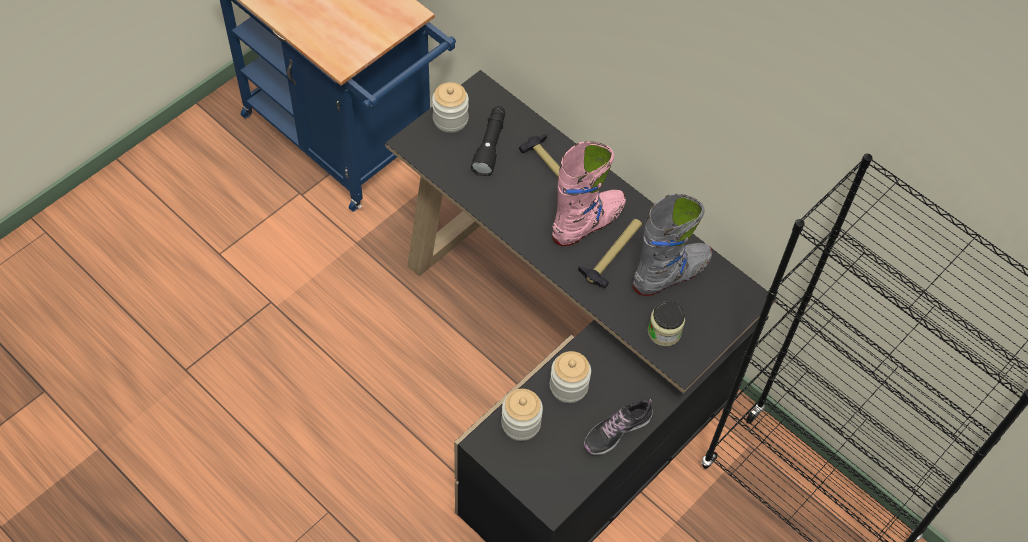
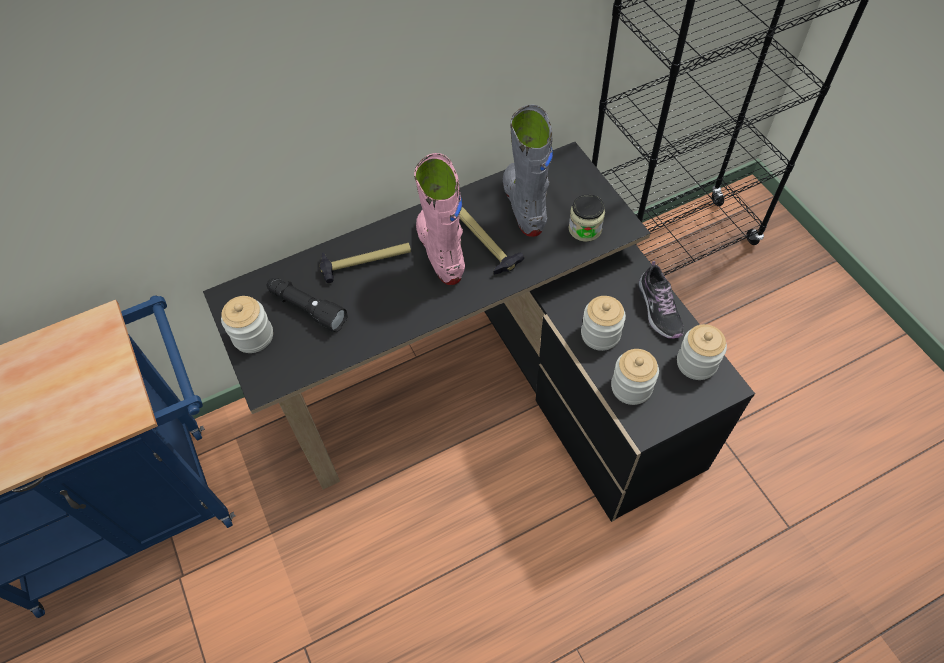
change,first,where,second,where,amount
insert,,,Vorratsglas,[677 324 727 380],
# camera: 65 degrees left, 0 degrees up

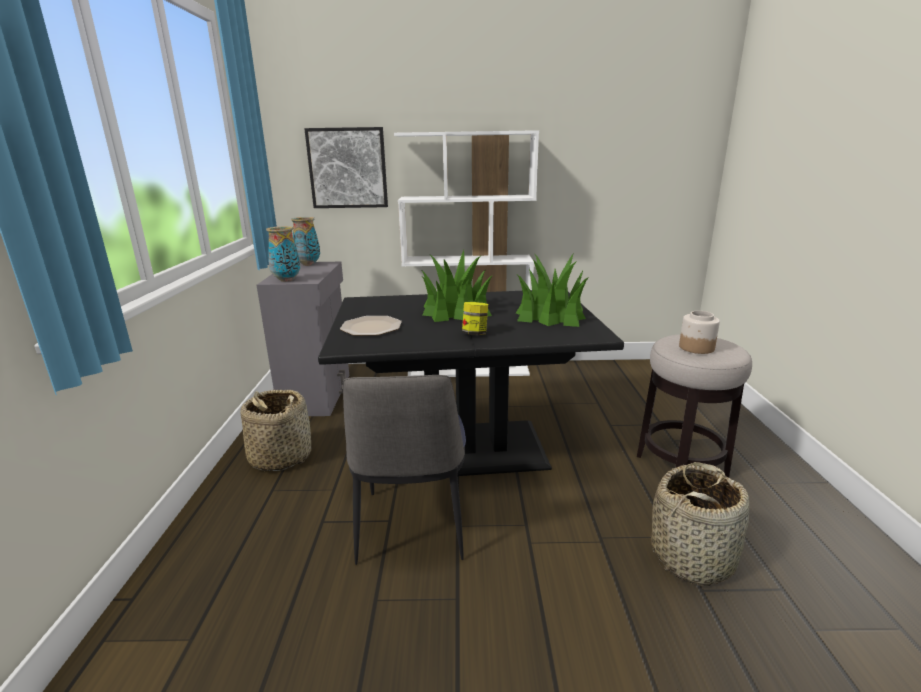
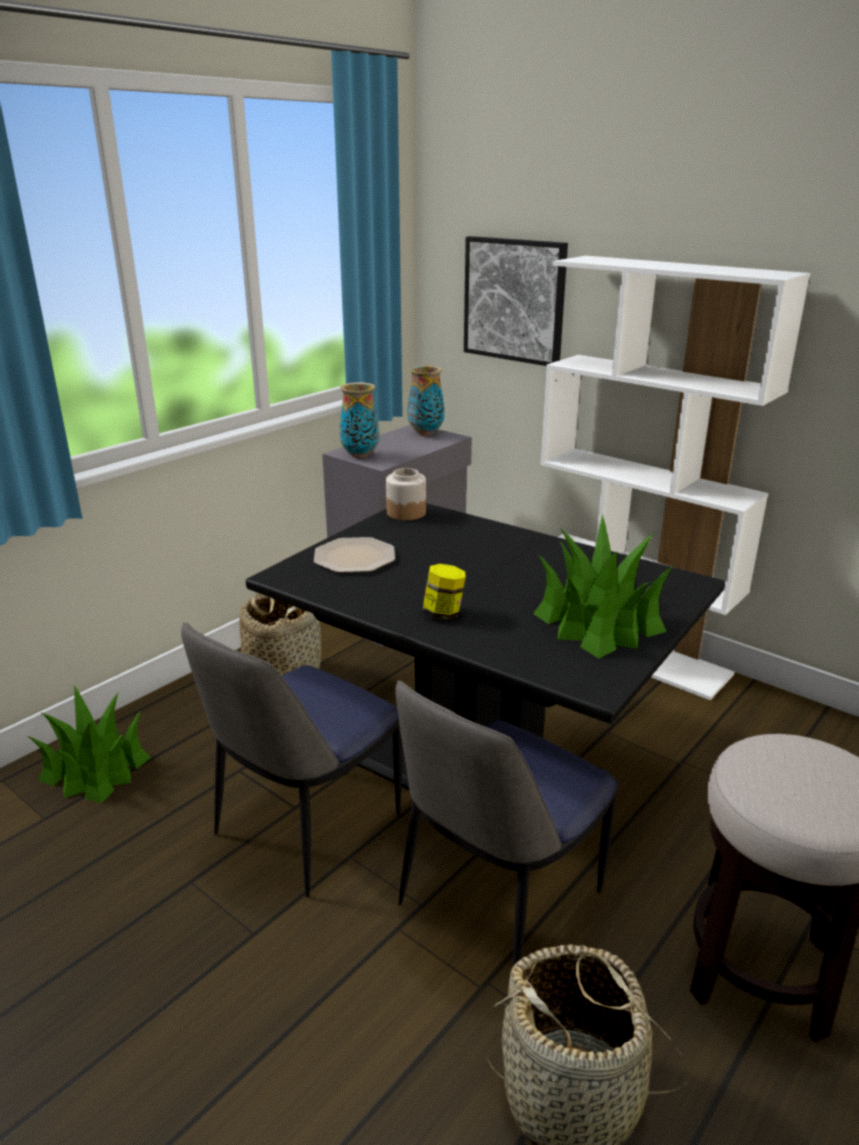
change,first,where,second,where,amount
move,Topfpflanze,[421 250 493 322],,[27 685 151 803],
move,Vorratsglas,[679 311 720 354],,[386 468 426 520],
insert,,,Stuhl,[395 680 618 966],
# camera: 40 degrees right, 5 degrees up

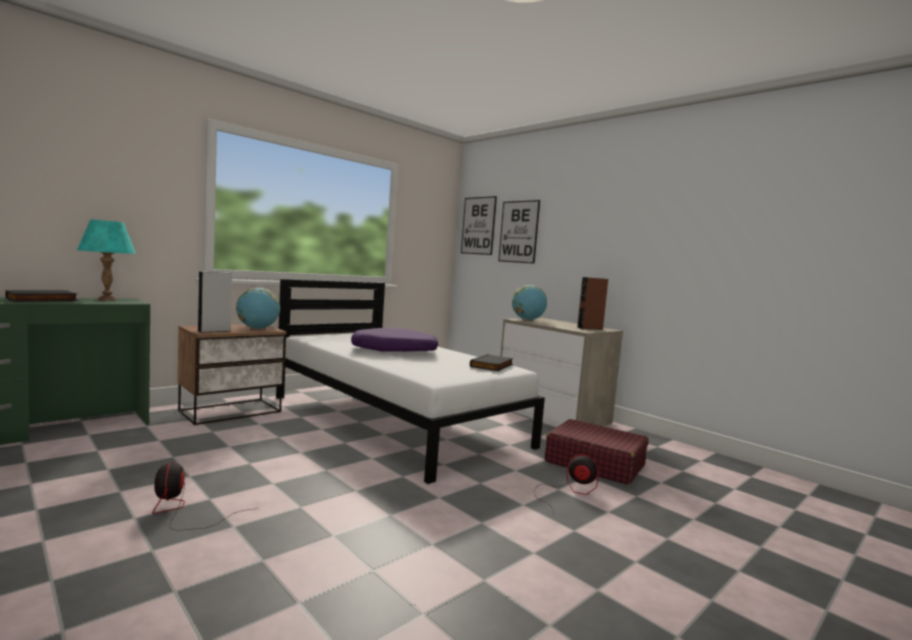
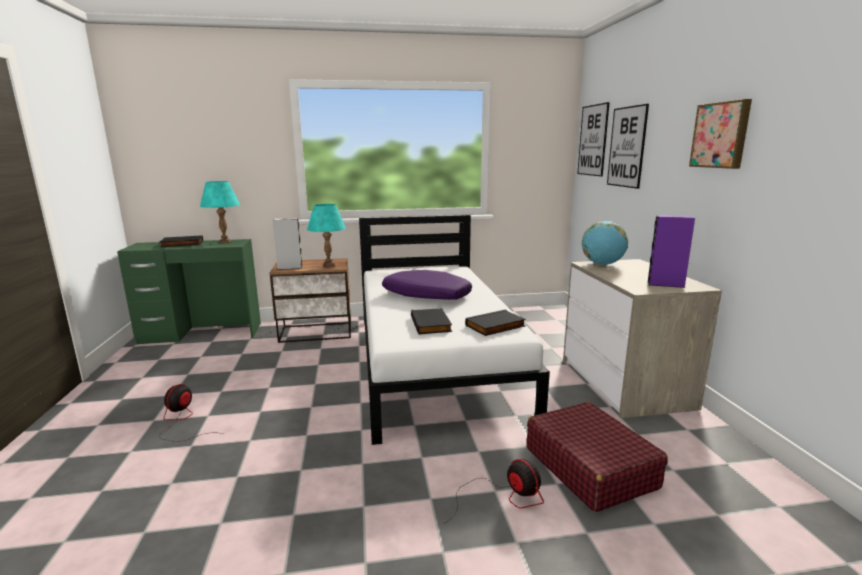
change,first,where,second,where,amount
replace,Globus,[236 288 280 329],Tischlampe/türkis,[307 204 346 267],
recolor,Lautsprecher/braun,[577 277 608 330],Lautsprecher/lila,[647 215 695 288],
insert,,,Buch/schwarz,[411 308 452 335],
insert,,,Bild,[689 99 752 169],
# camera: 35 degrees right, 10 degrees up

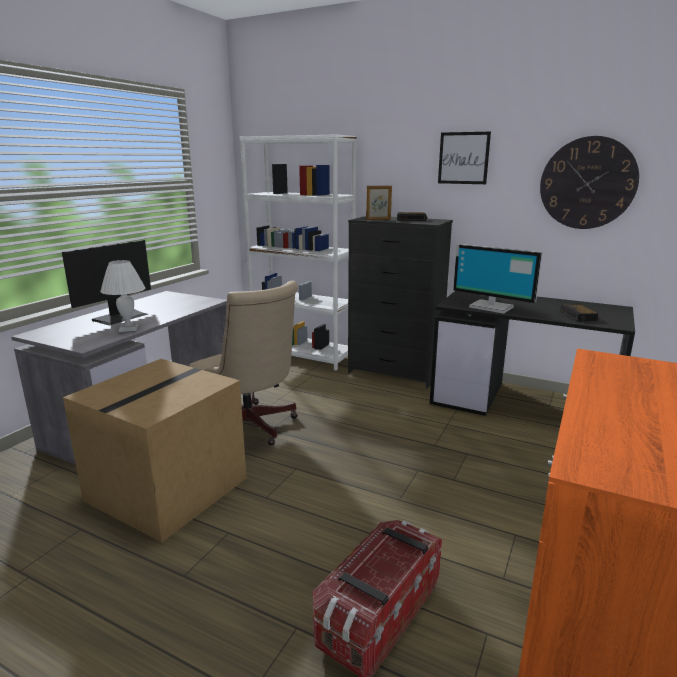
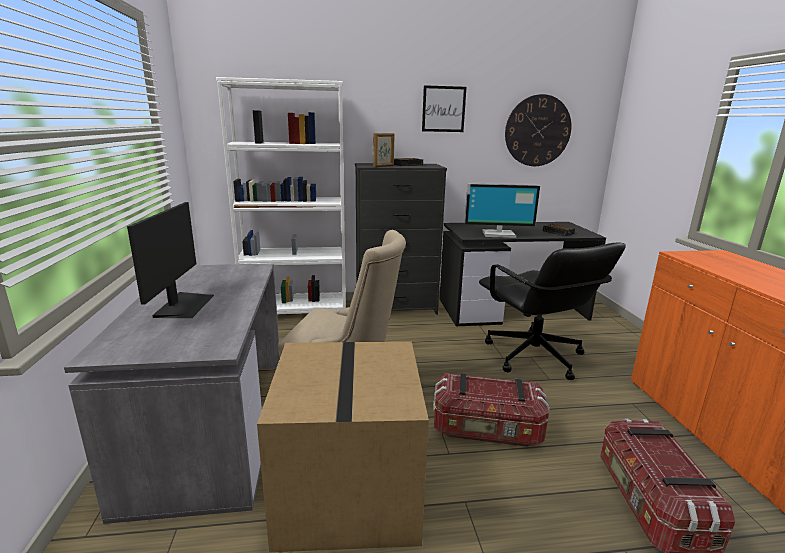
change,first,where,second,where,amount
delete,Tischlampe/weiß,[100 260 145 332],,,
insert,,,Aufbewahrungsbox,[433 373 550 447],
insert,,,Bürostuhl/schwarz,[479 242 626 380],
# camera: 35 degrees left, 0 degrees up

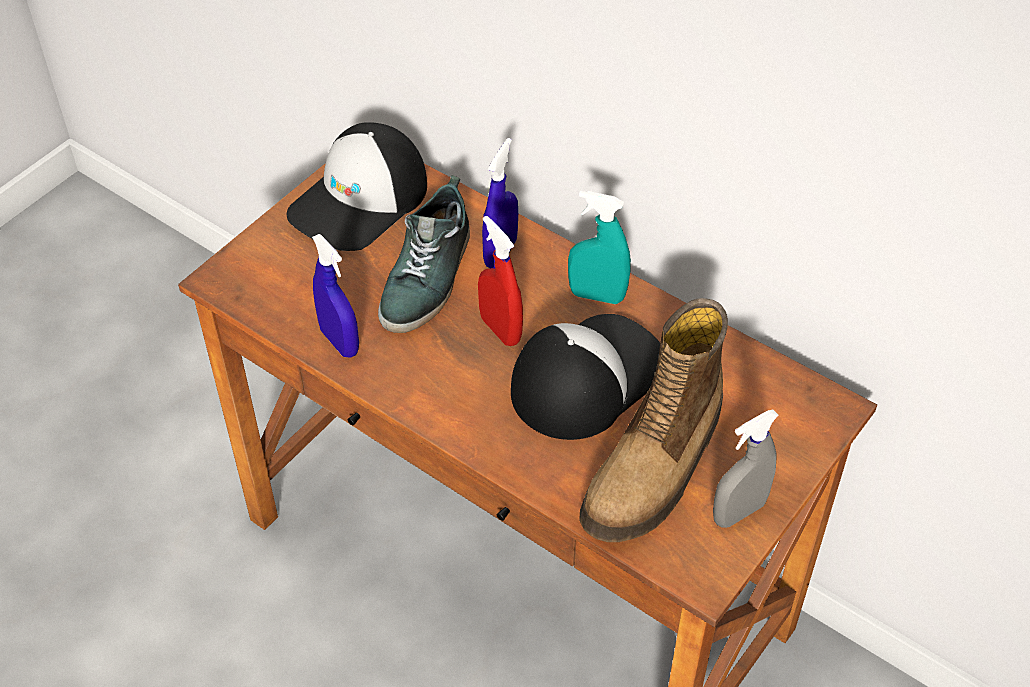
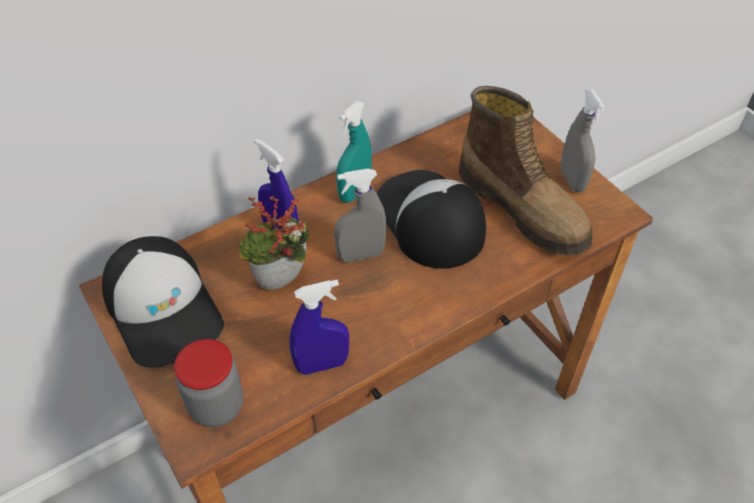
change,first,where,second,where,amount
replace,Schuh,[378 175 470 333],Topfpflanze,[239 196 309 290],
recolor,Sprühflasche/rot,[478 216 523 346],Sprühflasche/grau,[334 168 387 262],
insert,,,Vorratsglas,[174 339 244 427],
# camera: 70 degrees left, 0 degrees up

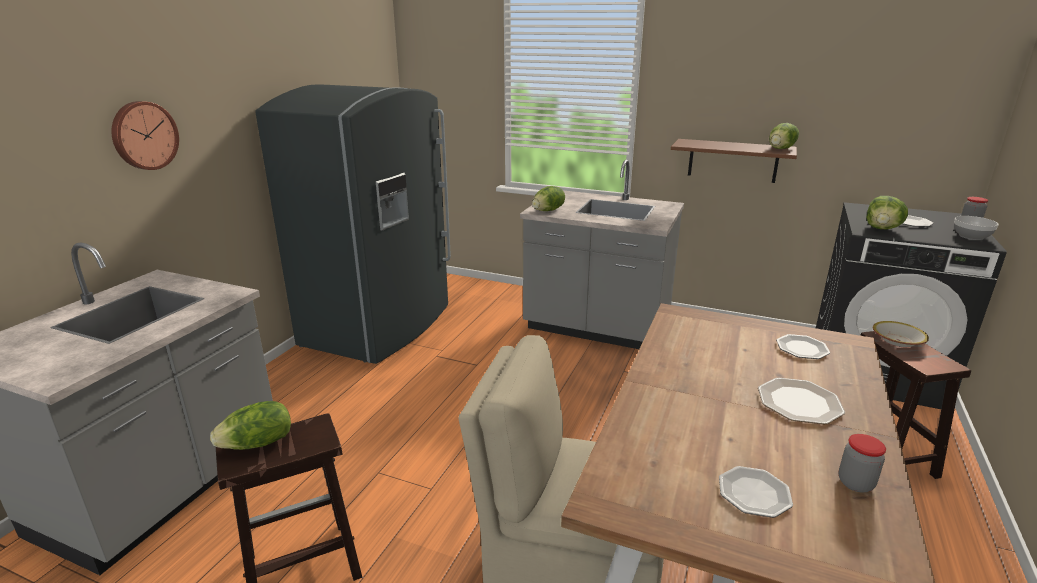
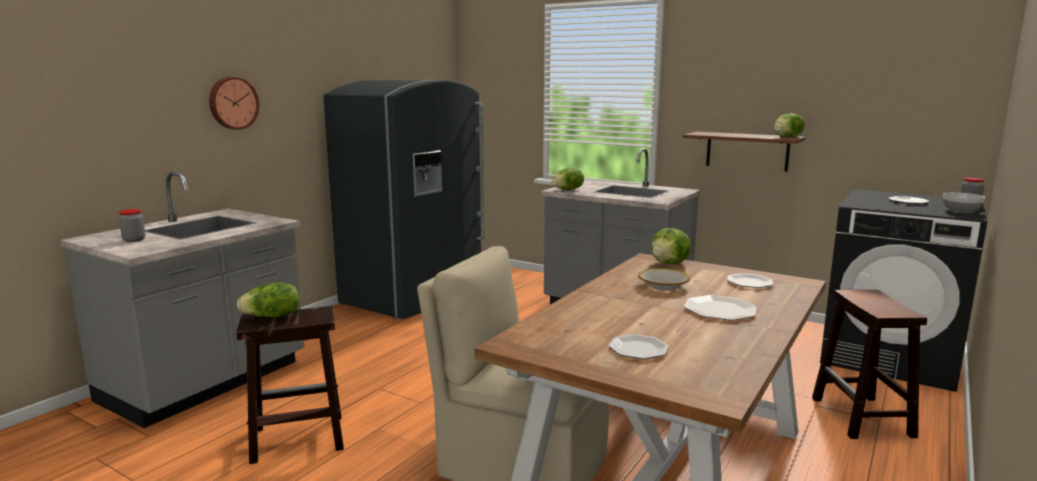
change,first,where,second,where,amount
move,Vorratsglas,[839 434 886 493],,[119 209 146 242],
move,Salatkopf,[866 196 908 229],,[651 228 691 264],
move,Schüssel,[873 321 929 347],,[638 269 690 291],
# camera: 10 degrees right, 10 degrees down

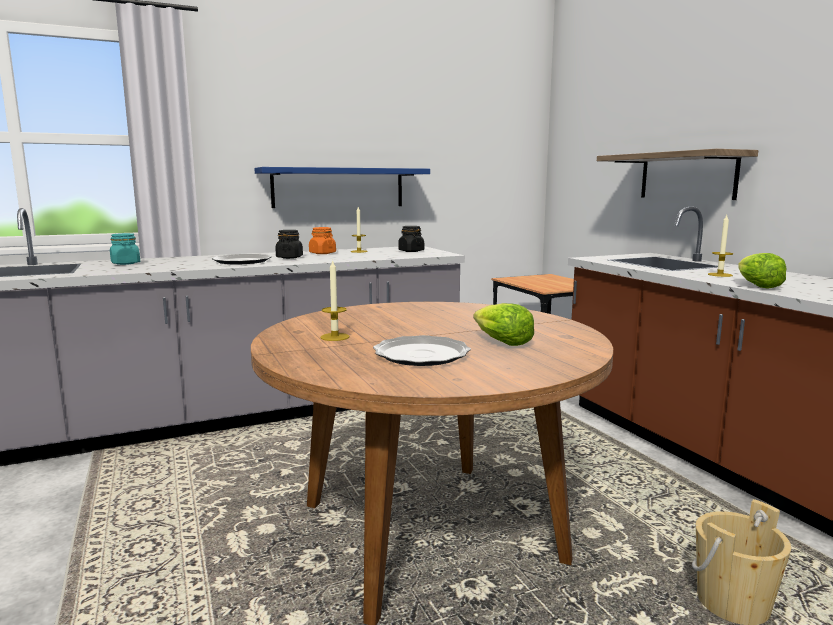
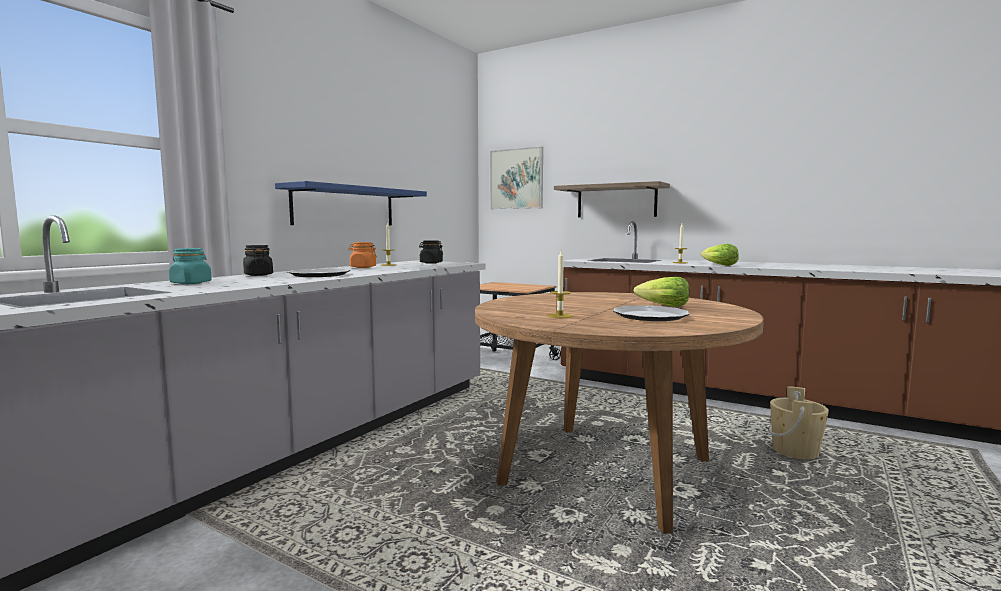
change,first,where,second,where,amount
move,Vorratsglas/schwarz,[276 230 303 259],,[243 245 273 276],
insert,,,Bild,[490 146 543 209],
# camera: 35 degrees left, 5 degrees down

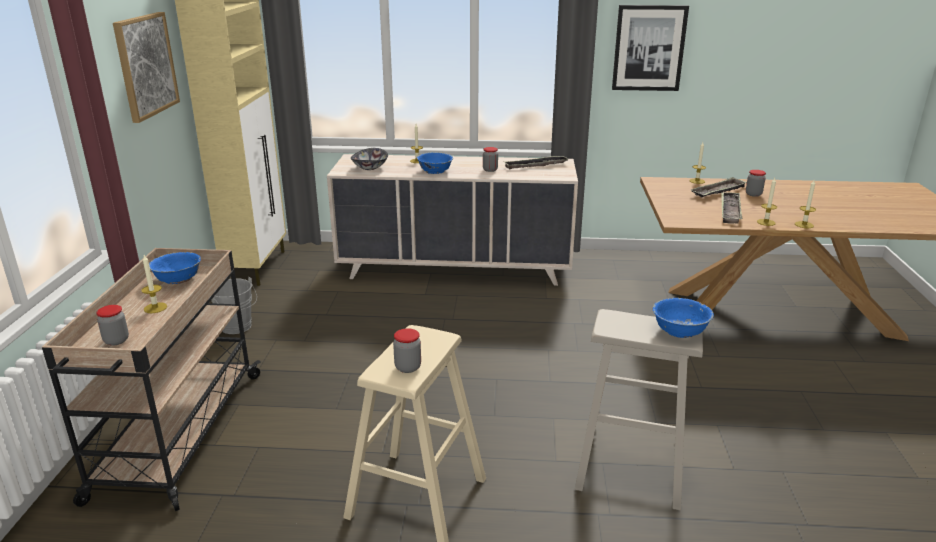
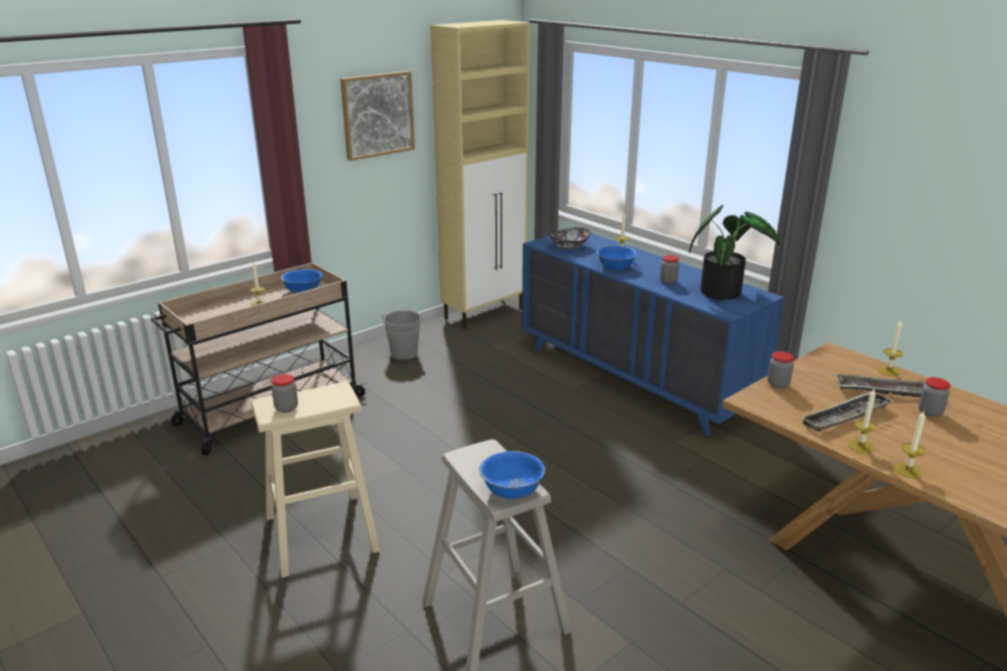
change,first,where,second,where,amount
move,Vorratsglas,[96 305 129 346],,[767 351 794 388],
recolor,Kommode/beige,[327 154 578 286],Kommode/blau,[522 233 785 437],
replace,Tablett,[503 156 568 169],Topfpflanze,[689 205 780 300],
delete,Bild,[612 5 689 91],,,
# camera: 45 degrees right, 0 degrees up

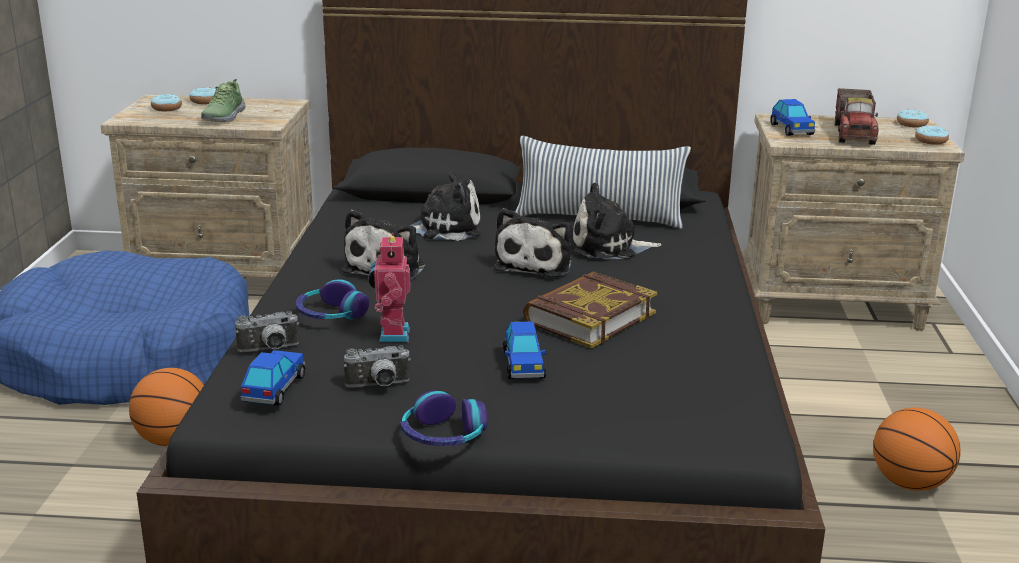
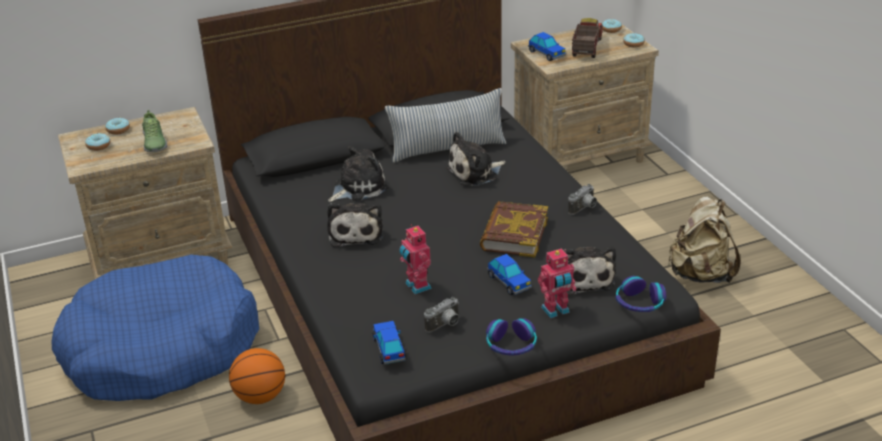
change,first,where,second,where,amount
move,Kamera,[235 311 299 352],,[568 184 597 215],
move,Kopfhörer,[296 279 369 319],,[616 276 666 312],
move,Plüschtier,[494 208 572 277],,[563 247 616 295],
rotate,Spielzeuglaster,[835 88 879 145],,[572 18 603 58],150 degrees counterclockwise
replace,Basketball,[873 408 961 491],Rucksack/beige,[668 196 741 283],
insert,,,Spielzeugroboter,[538 249 576 318],
# camera: 25 degrees left, 10 degrees up

